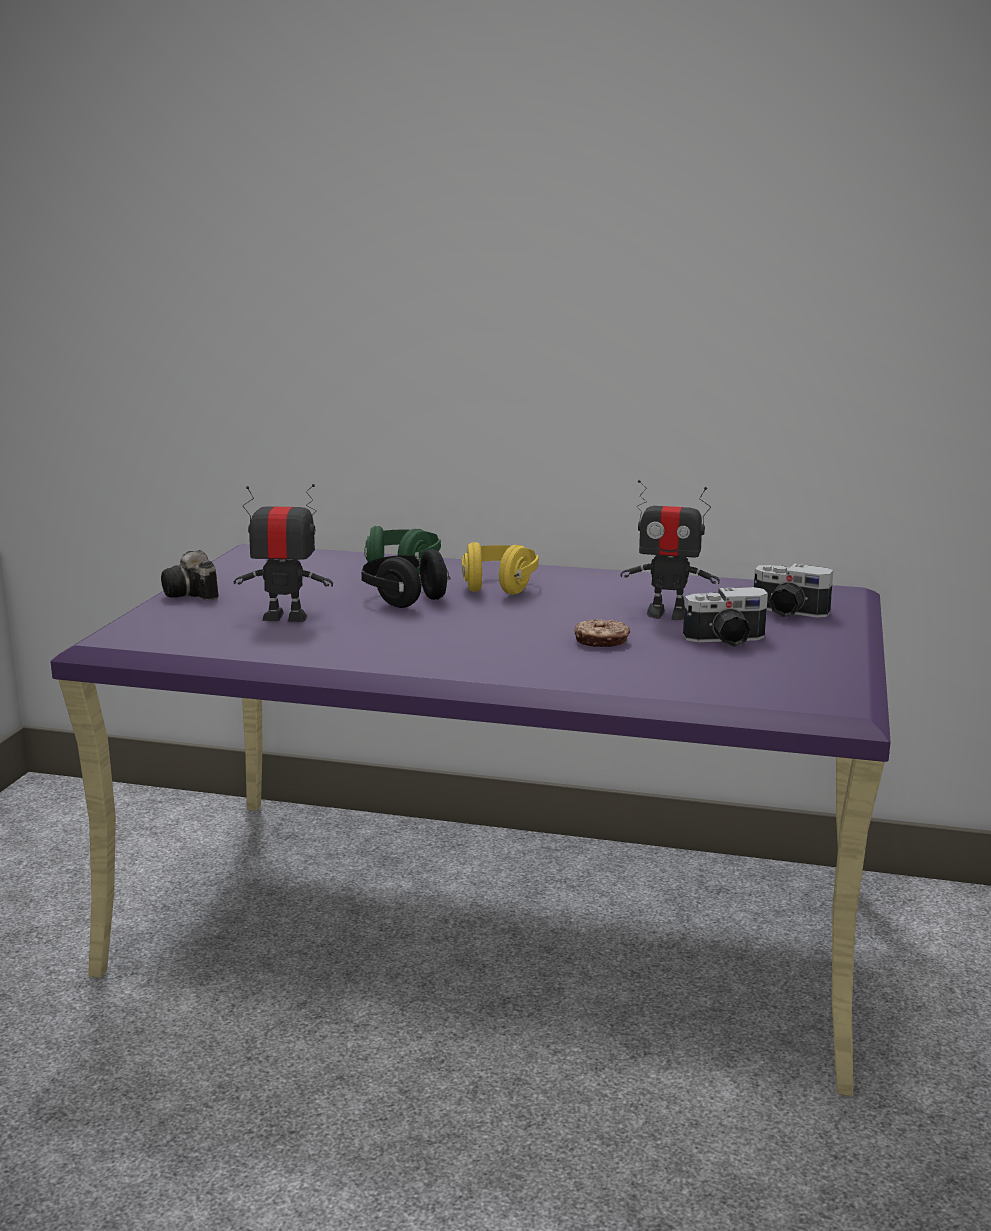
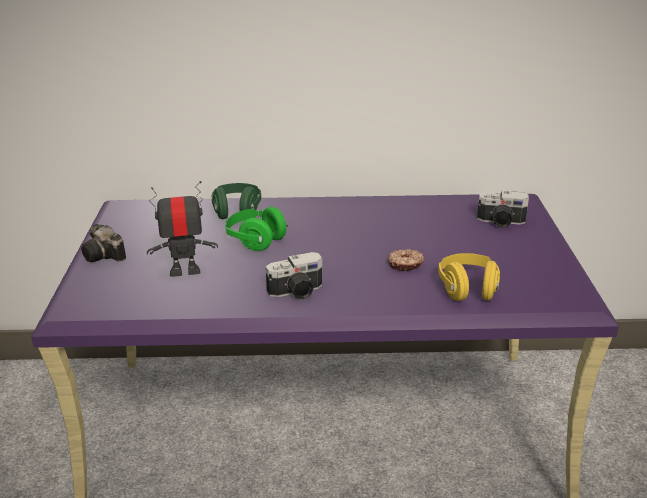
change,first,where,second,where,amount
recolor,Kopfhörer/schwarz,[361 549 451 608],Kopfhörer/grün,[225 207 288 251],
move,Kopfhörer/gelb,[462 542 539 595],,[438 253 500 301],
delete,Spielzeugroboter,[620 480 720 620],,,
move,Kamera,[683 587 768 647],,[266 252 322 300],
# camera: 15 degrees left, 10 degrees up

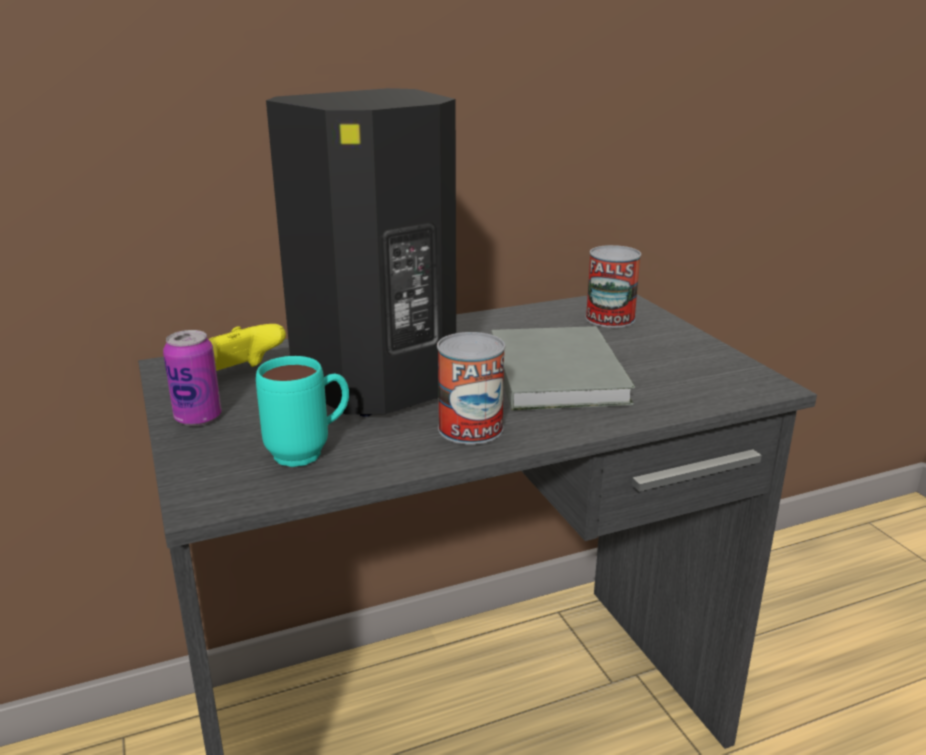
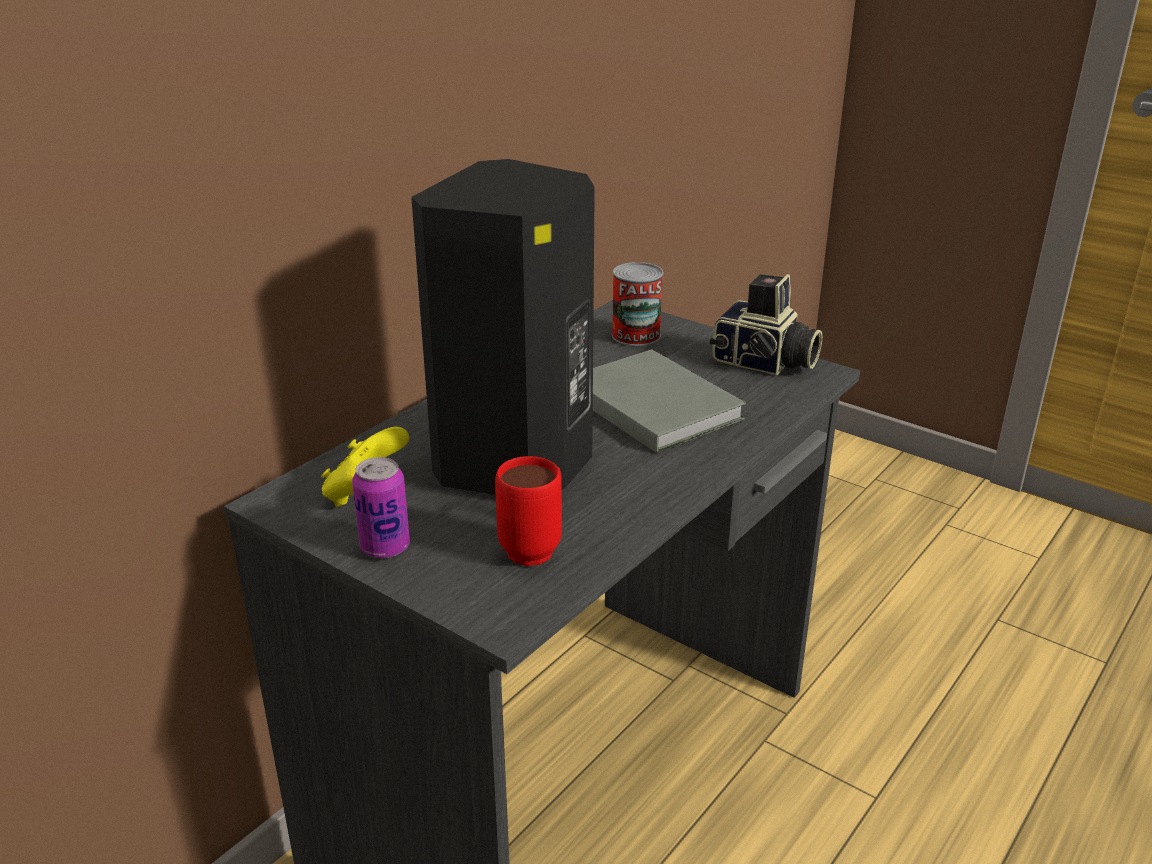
change,first,where,second,where,amount
recolor,Henkelbecher/türkis,[256 356 349 467],Henkelbecher/rot,[495 456 562 566],
delete,Dose,[437 332 505 445],,,
insert,,,Kamera,[710 274 822 375],
# camera: 30 degrees left, 5 degrees up

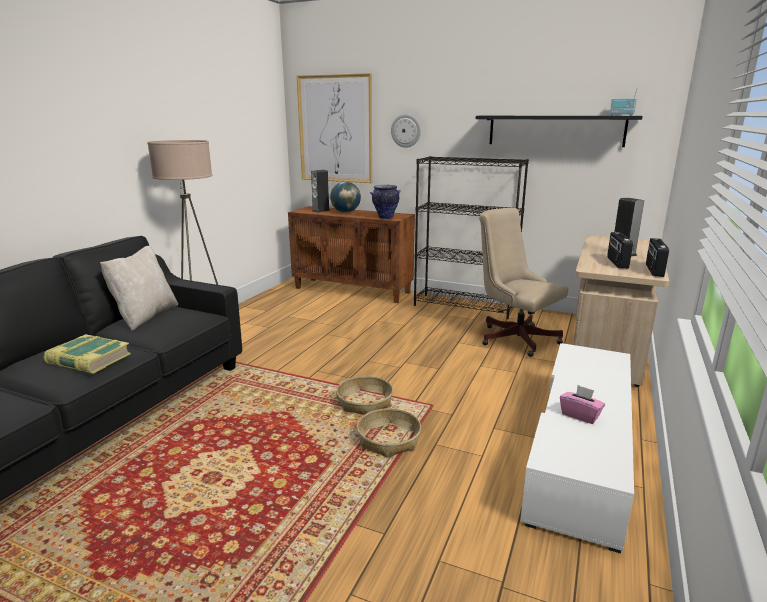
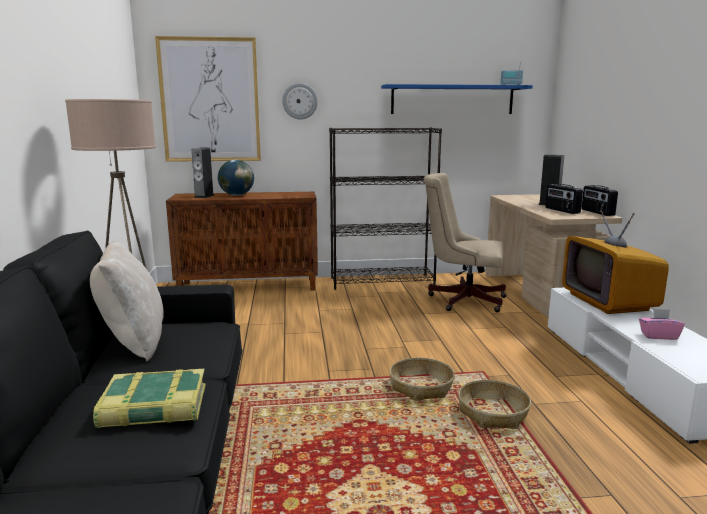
change,first,where,second,where,amount
delete,Vase,[370 185 401 219],,,
recolor,Wandregal/schwarz,[476 116 643 147],Wandregal/blau,[381 84 533 114],
insert,,,Fernseher,[562 210 669 314],
# camera: 30 degrees left, 5 degrees down

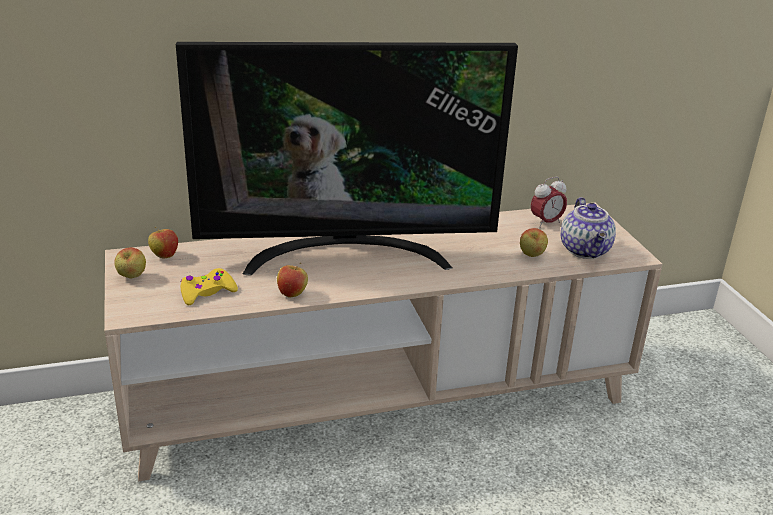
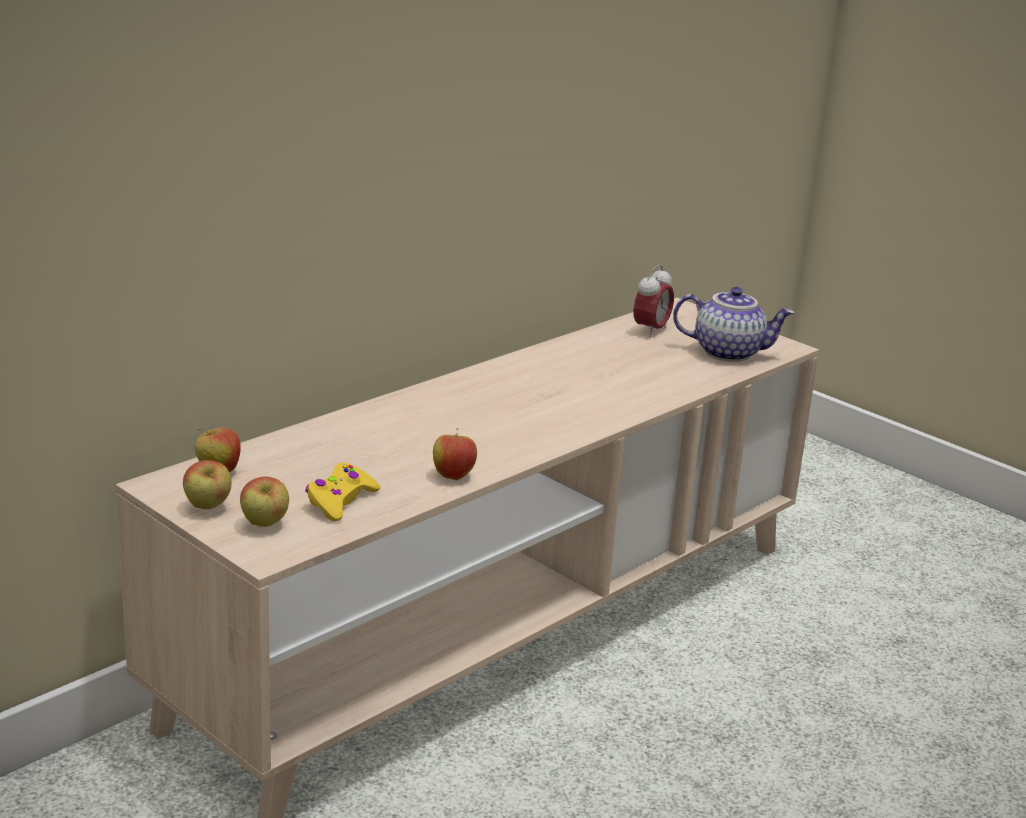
change,first,where,second,where,amount
delete,Fernseher,[176 42 518 276],,,
move,Apfel,[520 228 548 257],,[240 477 289 527],
rotate,Teekanne,[561 197 616 259],,[673 287 795 362],45 degrees counterclockwise
# camera: 30 degrees left, 5 degrees down

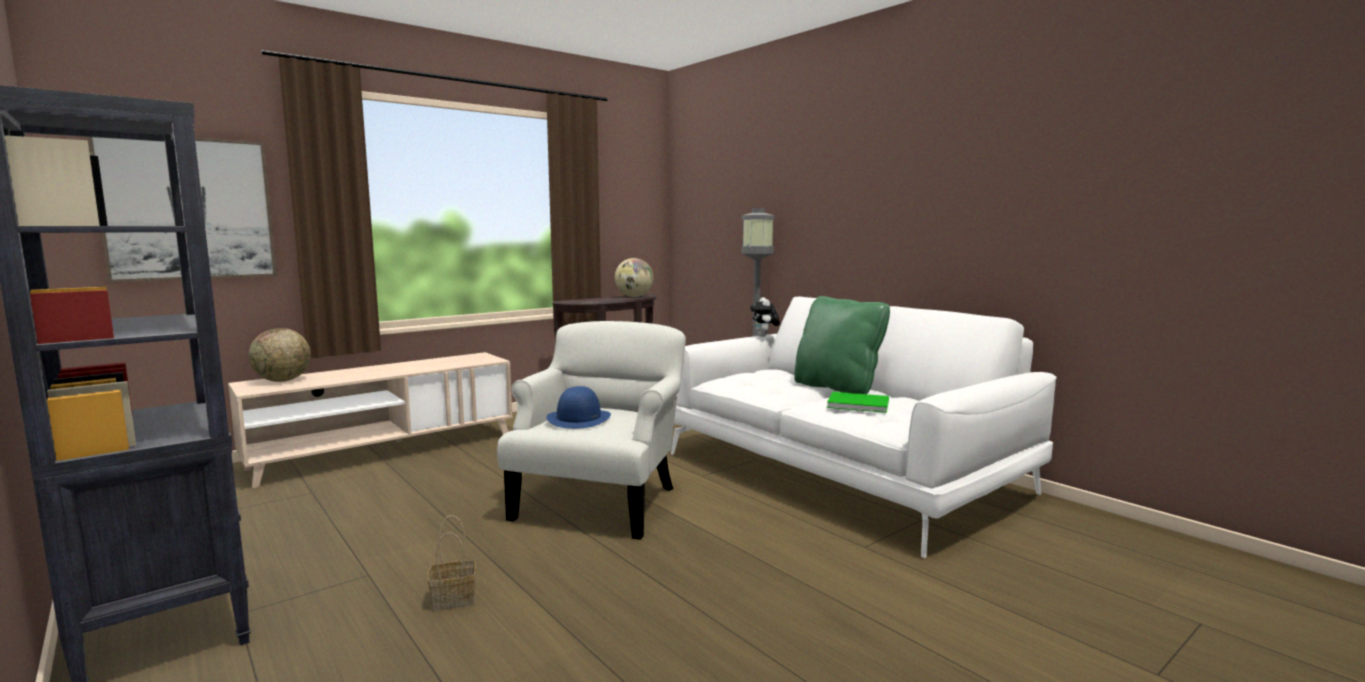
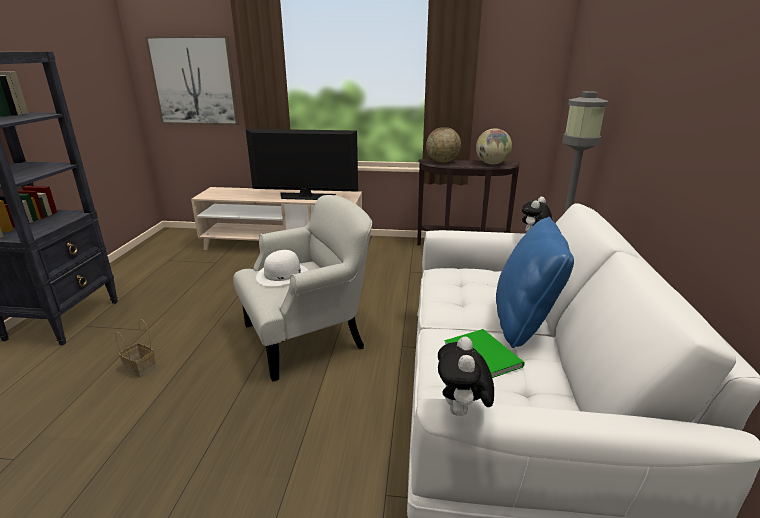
change,first,where,second,where,amount
move,Globus,[249 328 311 382],,[426 127 461 163],
recolor,Hut/blau,[546 386 611 429],Hut/weiß,[256 250 309 286],
recolor,Kissen/grün,[794 296 890 394],Kissen/blau,[496 217 574 348],
insert,,,Fernseher,[246 129 358 200],
insert,,,Plüschtier,[438 337 494 418],
# camera: 45 degrees right, 15 degrees up

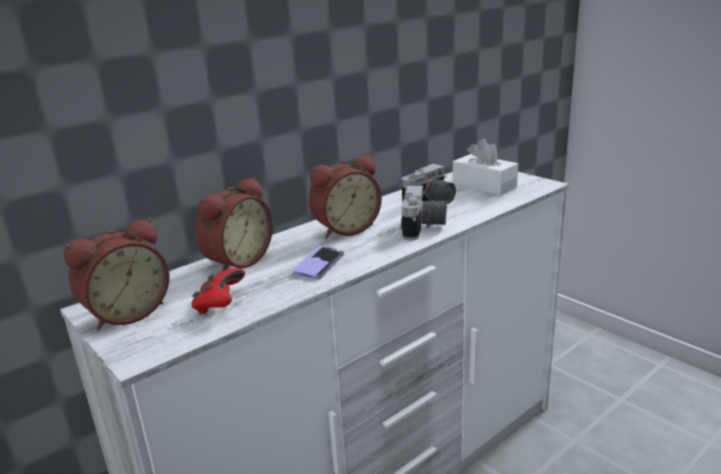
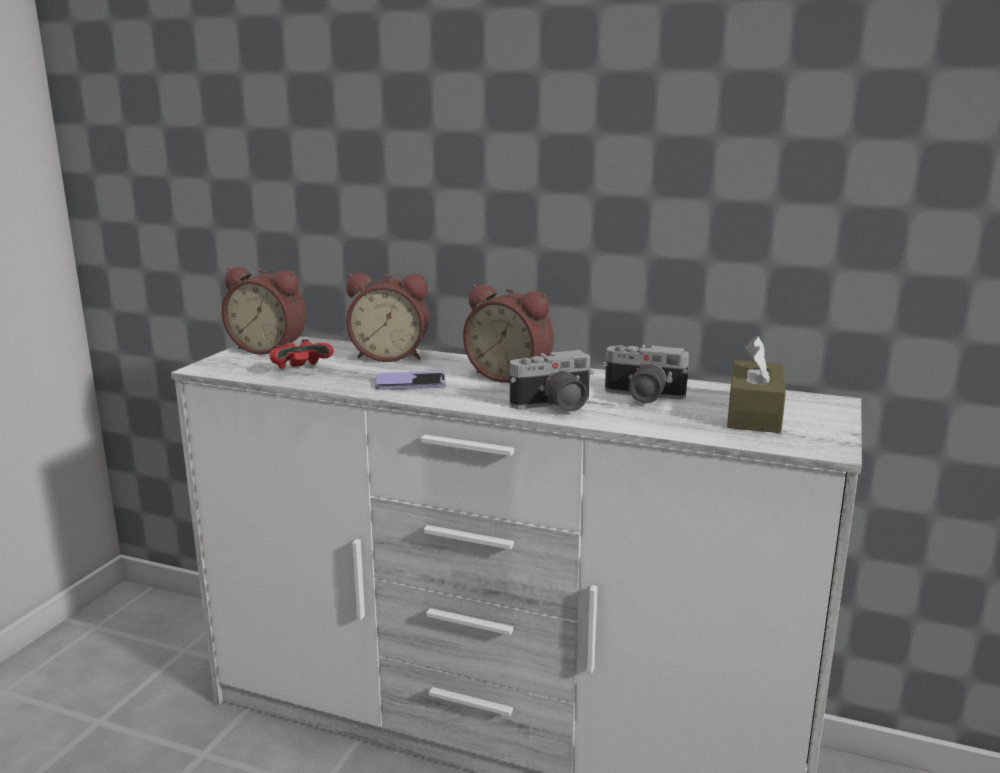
change,first,where,second,where,amount
recolor,Taschentuchbox/weiß,[453 138 518 196],Taschentuchbox/braun,[727 336 786 433],
# camera: 60 degrees right, 5 degrees down

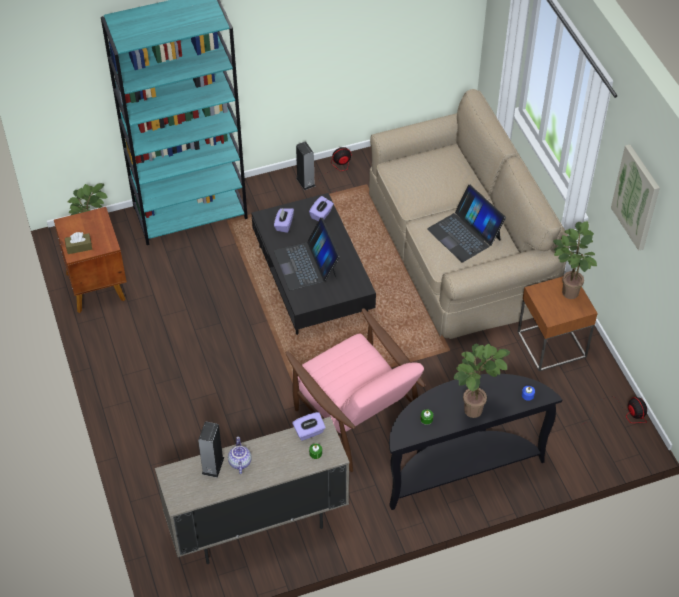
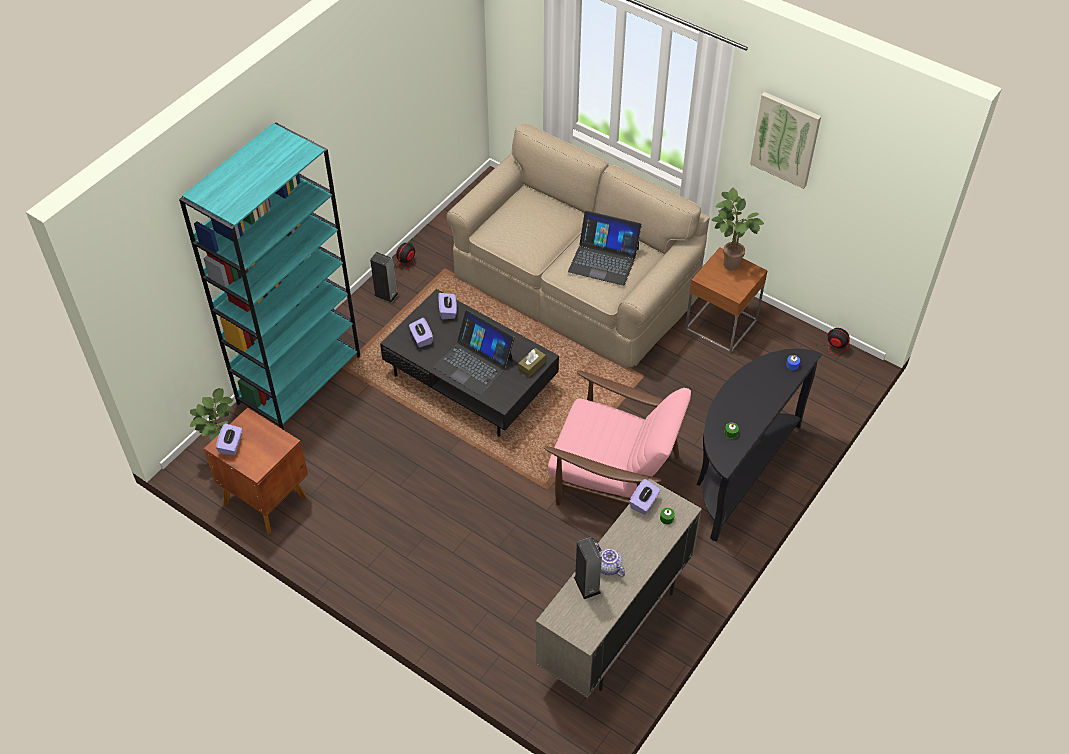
change,first,where,second,where,amount
move,Taschentuchbox/braun,[65 232 92 254],,[518 348 546 377],
delete,Topfpflanze,[453 344 510 418],,,
insert,,,Taschentuchbox/lila,[216 424 242 455],
# camera: 35 degrees left, 0 degrees up

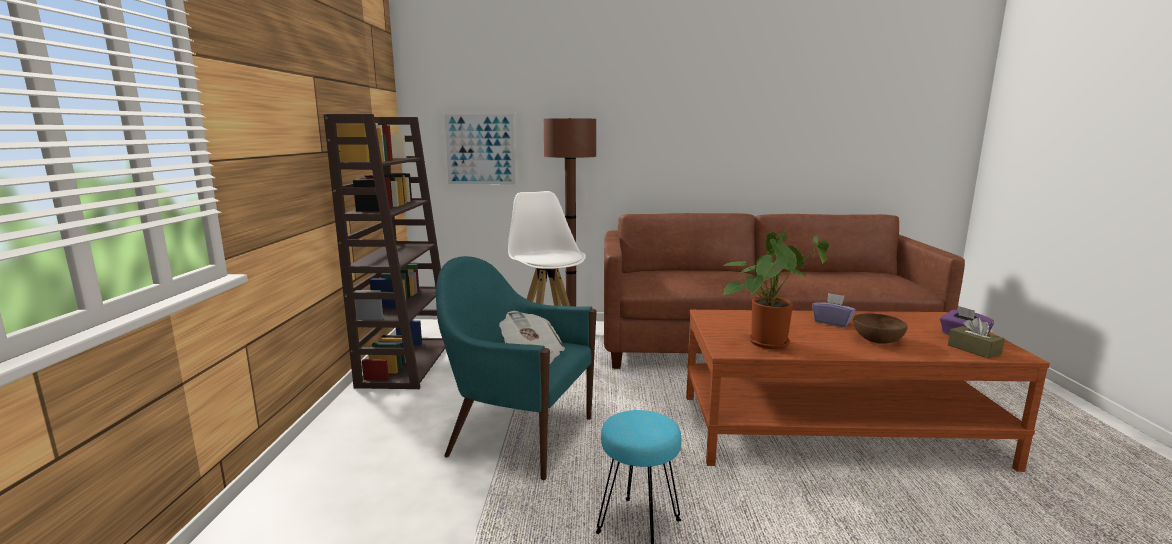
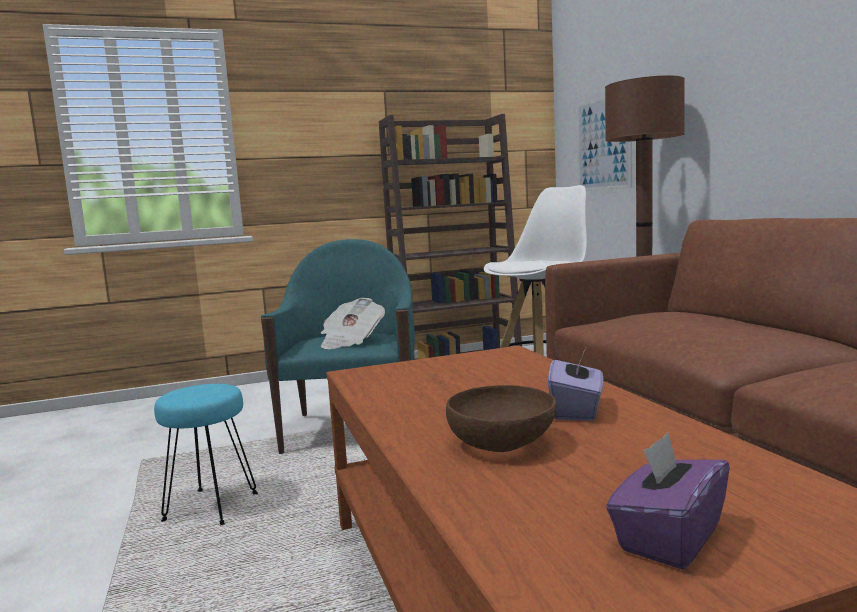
change,first,where,second,where,amount
delete,Topfpflanze,[721 232 829 349],,,
delete,Taschentuchbox/braun,[948 317 1005 359],,,
# camera: 70 degrees right, 5 degrees down

